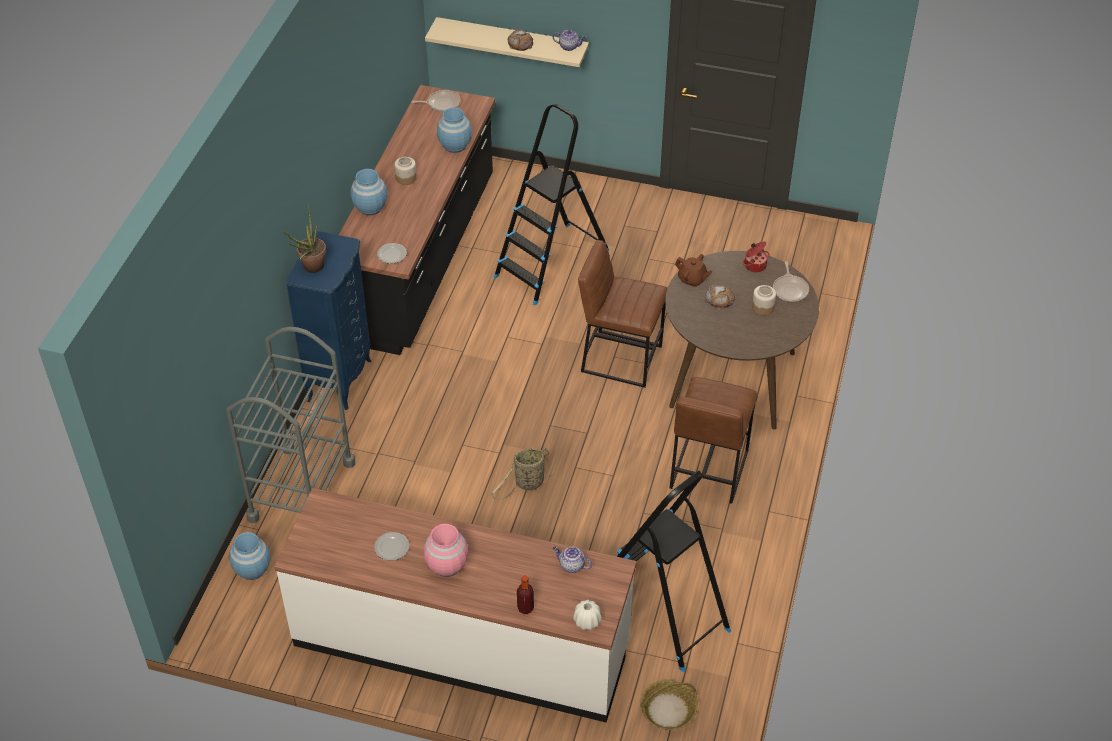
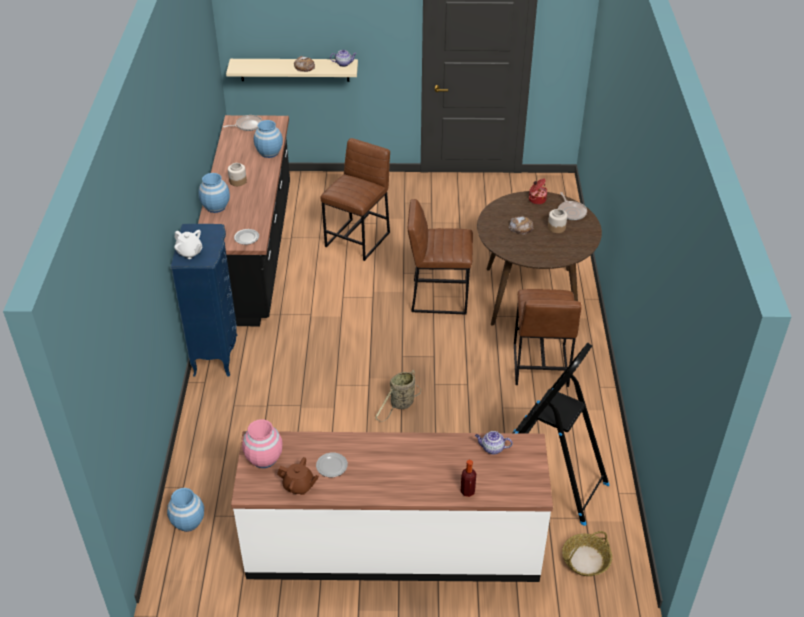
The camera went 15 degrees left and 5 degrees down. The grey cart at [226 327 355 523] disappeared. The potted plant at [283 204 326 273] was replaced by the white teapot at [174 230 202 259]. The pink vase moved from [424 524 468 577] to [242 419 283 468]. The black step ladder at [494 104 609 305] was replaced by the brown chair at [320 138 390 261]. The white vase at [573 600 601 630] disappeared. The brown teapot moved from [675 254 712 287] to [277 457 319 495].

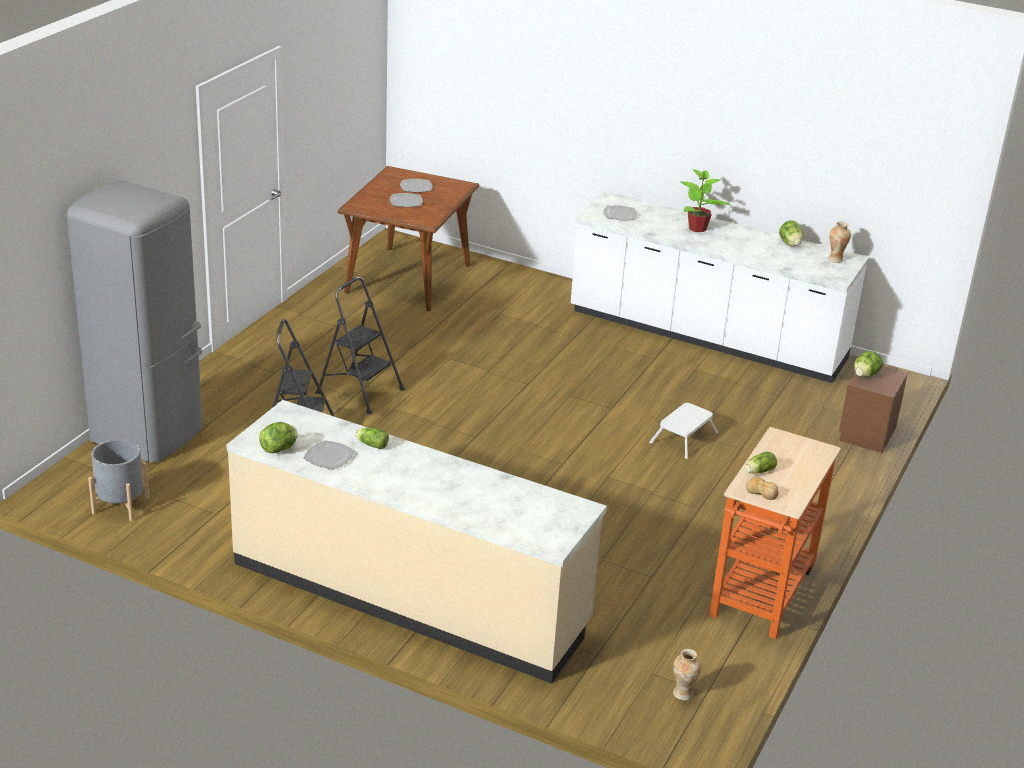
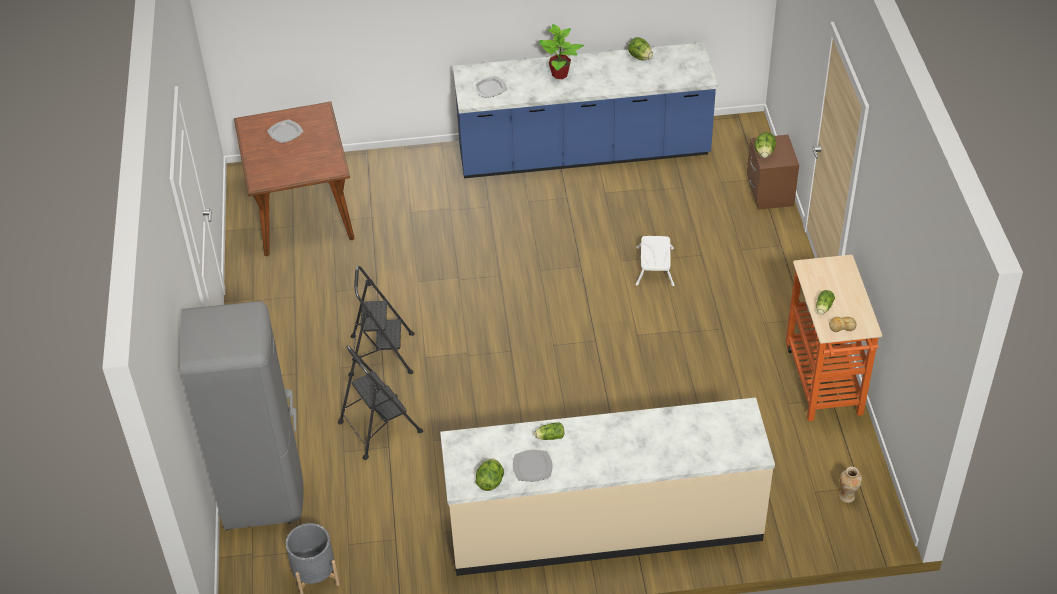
The camera went 30 degrees left and 15 degrees up. The plate at [390 193 423 207] disappeared. The white counter at [571 191 869 383] became the blue counter at [452 42 718 178]. The vase at [828 221 851 263] disappeared.

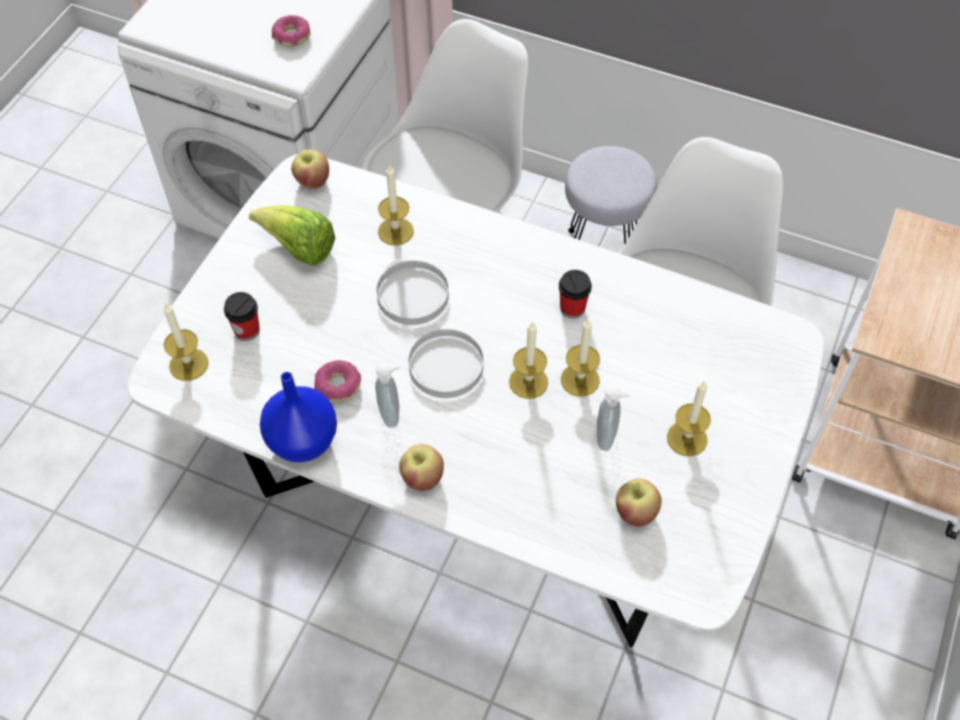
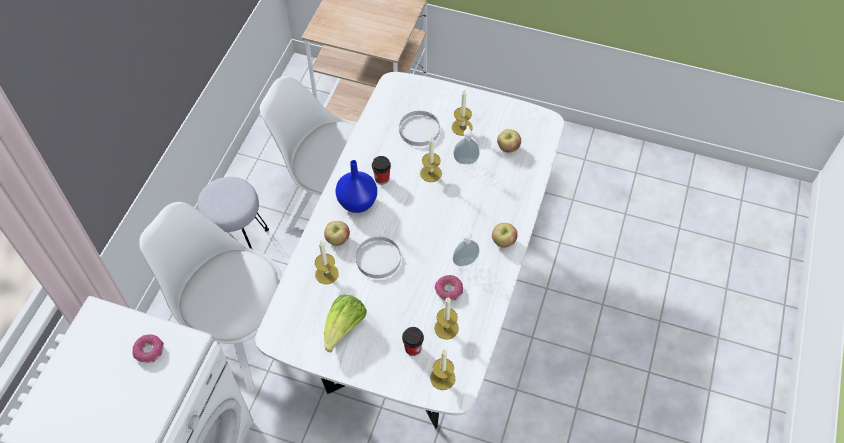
The camera went 95 degrees left and 0 degrees up. The blue vase moved from [260 372 337 462] to [336 160 377 213]. The apple moved from [291 149 329 189] to [324 221 350 246]. The white plate moved from [408 329 483 398] to [399 111 440 146]. The candle moved from [509 321 548 399] to [434 297 459 340].

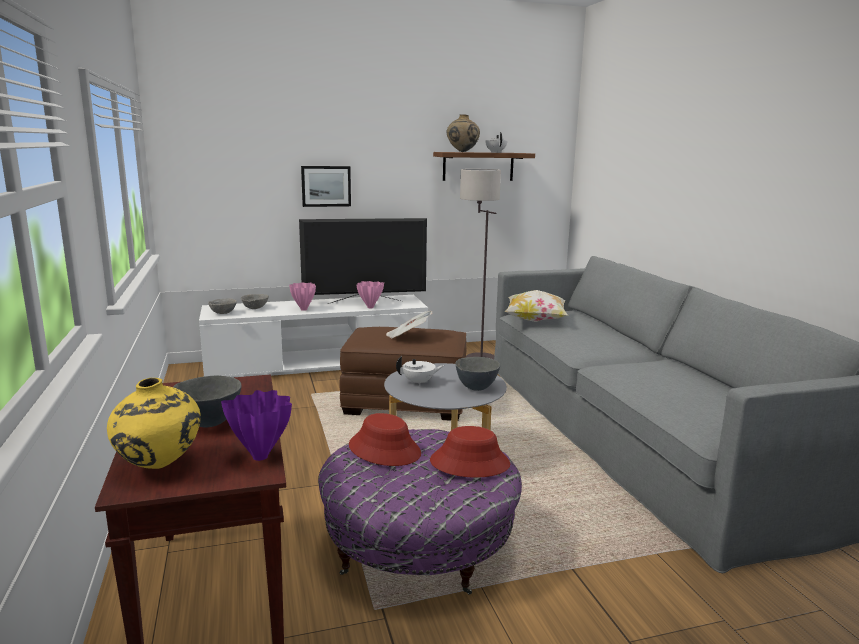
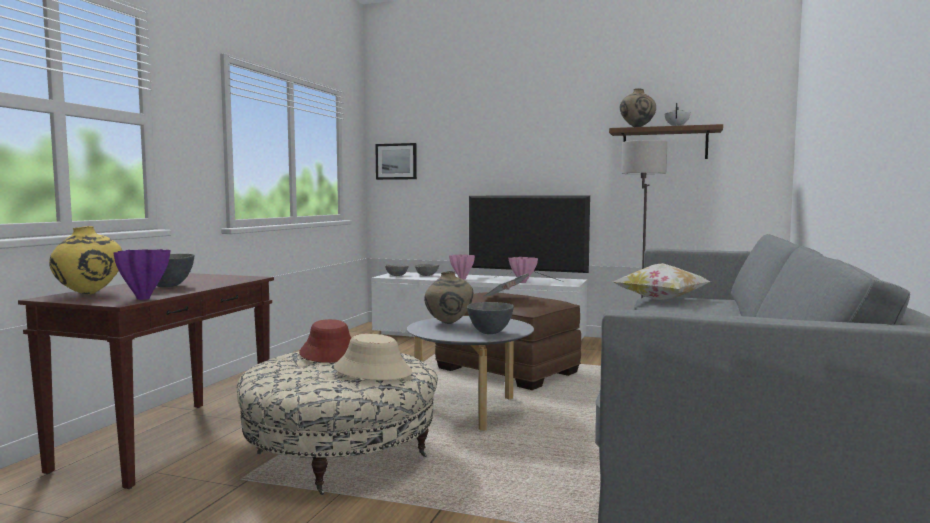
The camera went 35 degrees right and 10 degrees down. The picture moved from [301 166 351 207] to [375 143 417 180]. The purple ottoman at [318 429 522 595] became the beige ottoman at [237 351 438 495]. The white teapot at [396 356 444 386] was replaced by the beige vase at [424 271 473 324]. The red hat at [430 426 510 478] became the beige hat at [334 334 412 380].

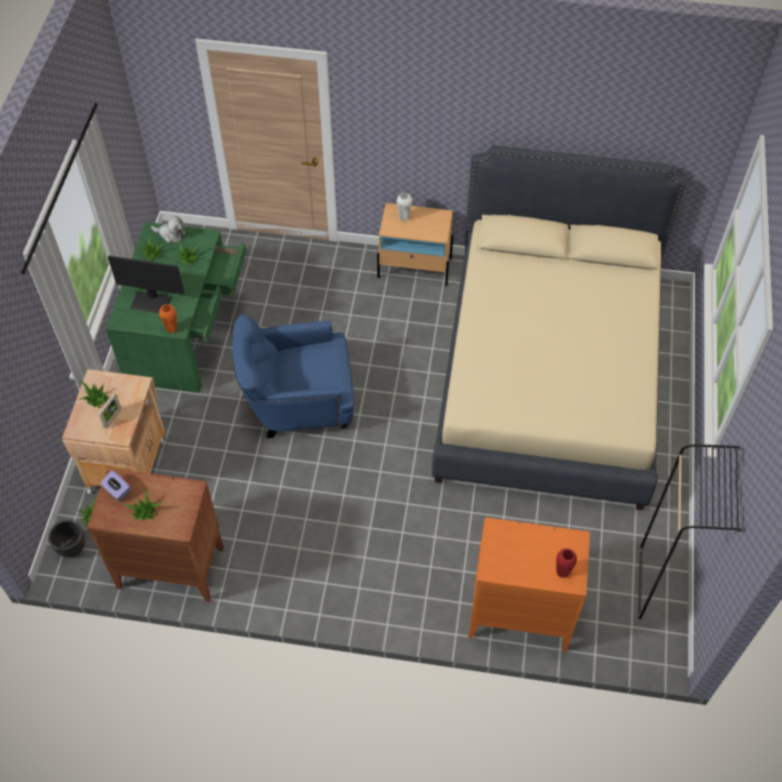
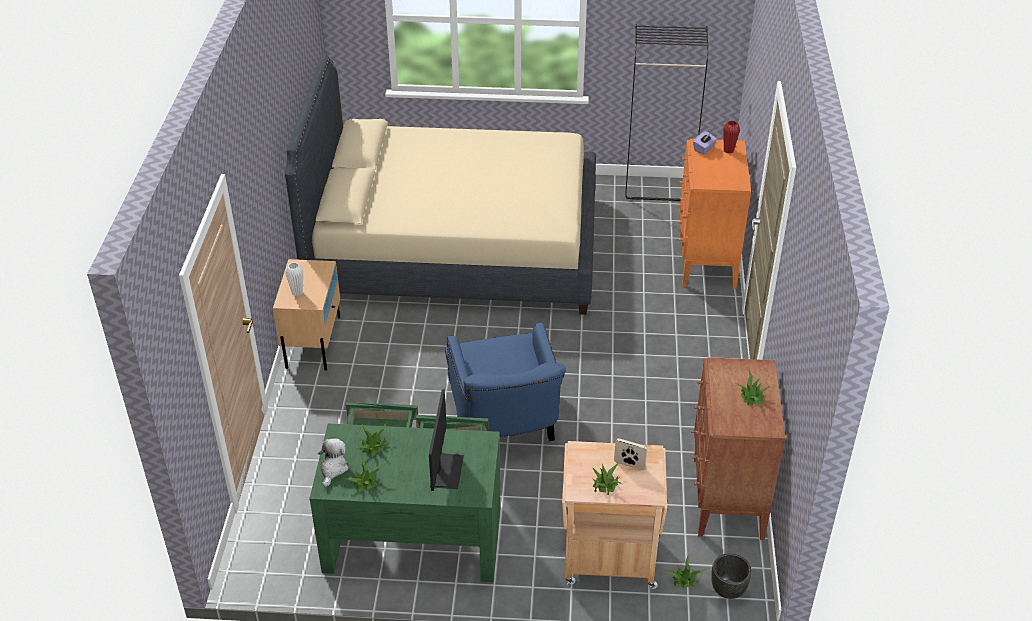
The camera went 95 degrees left and 15 degrees down. The purple tissue box moved from [100 470 130 501] to [693 131 717 154]. The orange vase at [159 304 177 333] disappeared.

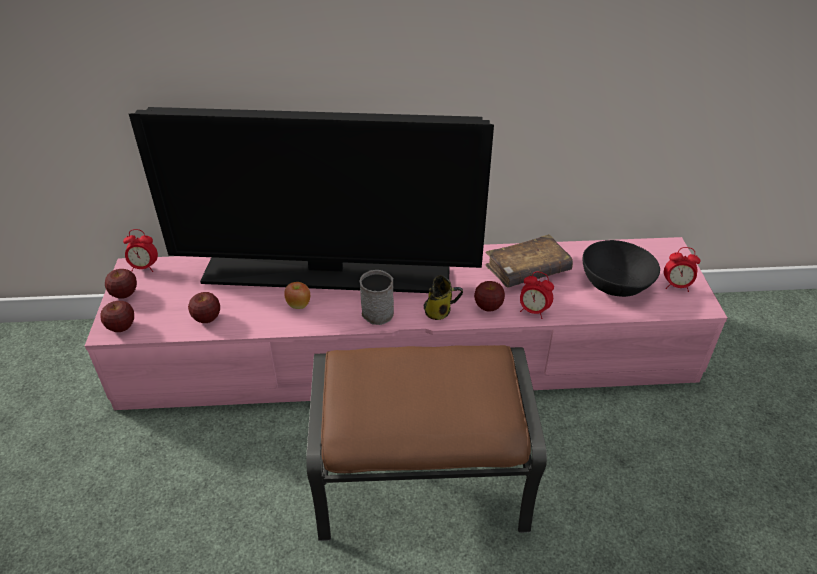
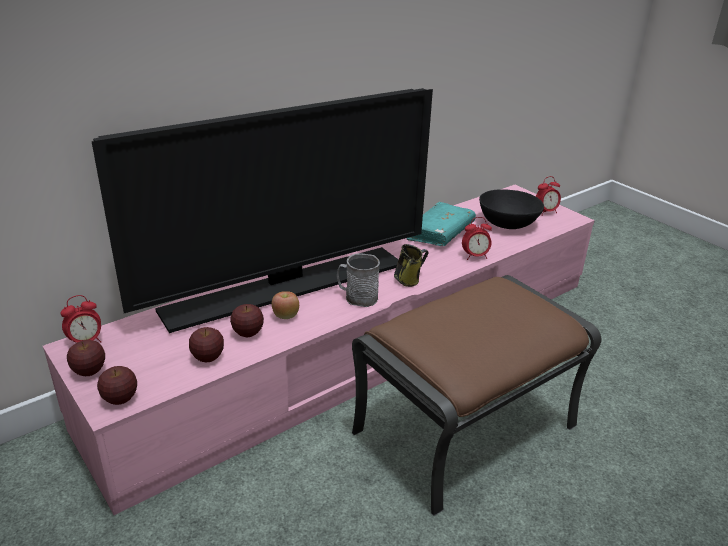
The camera went 35 degrees left and 10 degrees down. The apple moved from [474 281 505 312] to [230 304 264 337]. The brown book at [485 234 573 288] became the turquoise book at [407 202 476 246].

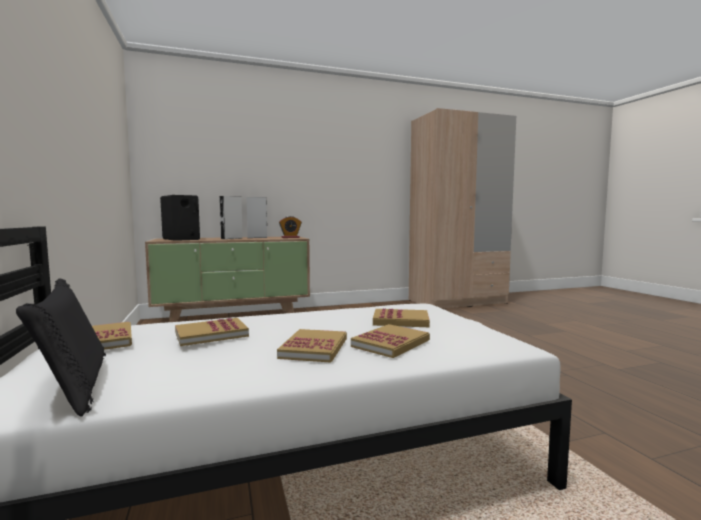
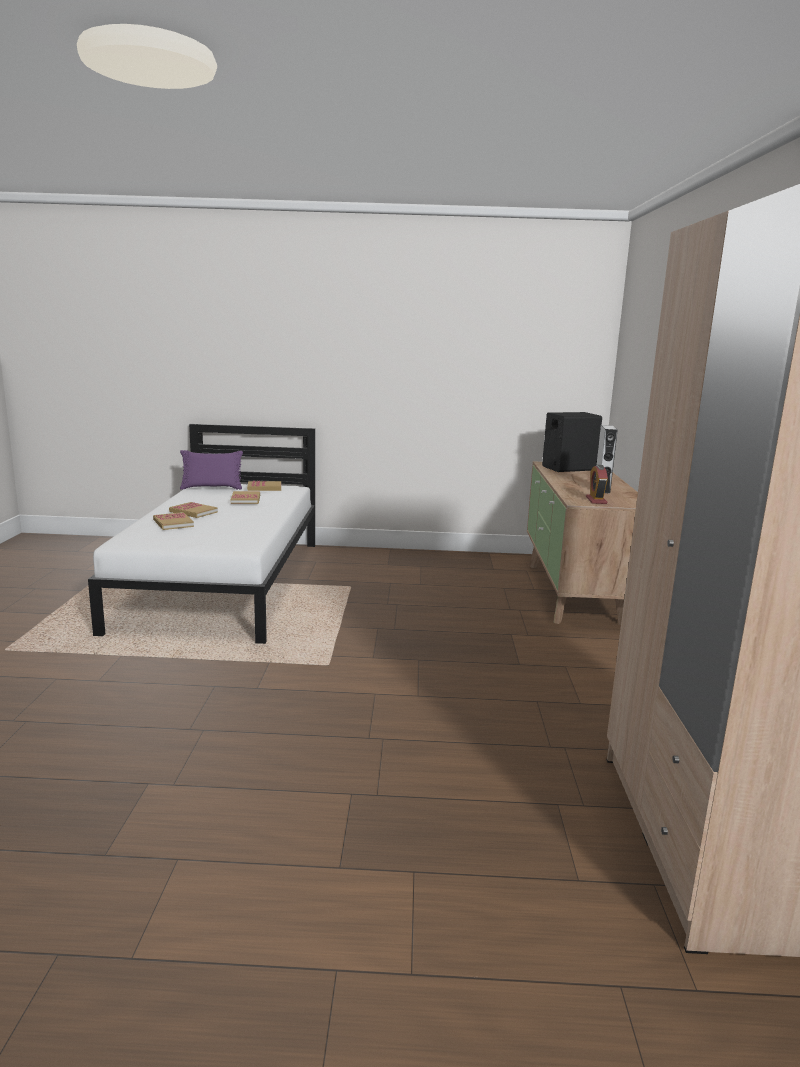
The camera went 110 degrees right and 10 degrees up. The black pillow at [16 279 106 417] became the purple pillow at [180 450 243 490]. The grey speaker at [219 196 243 239] disappeared. The book at [373 308 430 327] disappeared.

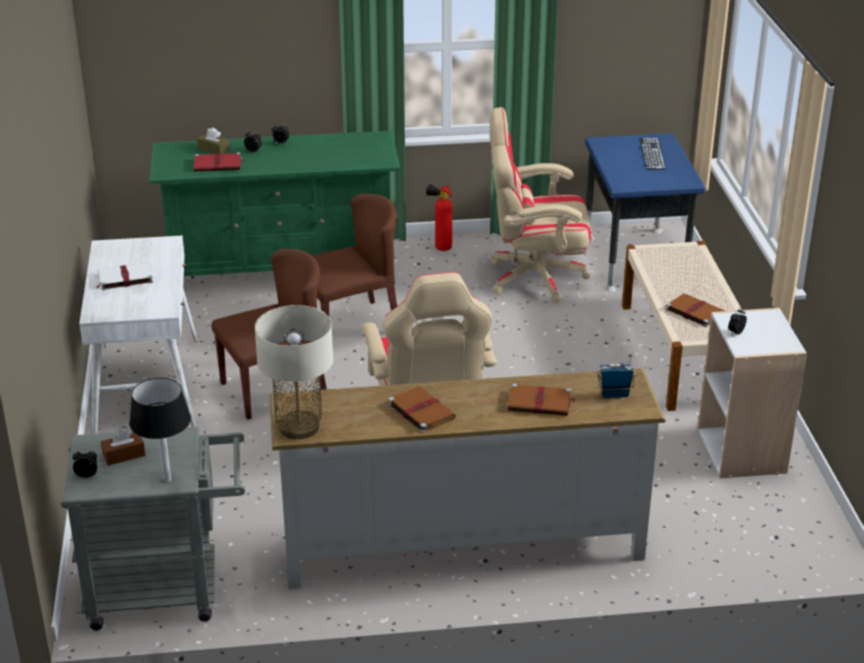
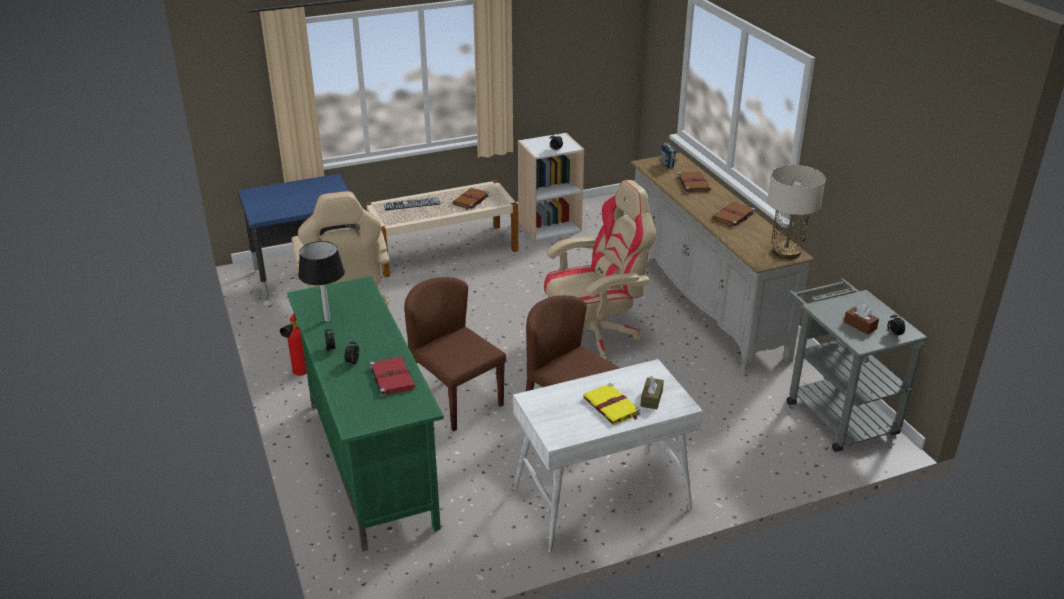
The camera went 105 degrees left and 0 degrees up. The white book at [97 262 153 290] became the yellow book at [583 383 640 425]. The black table lamp moved from [129 378 191 482] to [298 241 345 322]. The brown tissue box moved from [197 127 229 154] to [640 376 664 409]. The keyboard moved from [640 138 666 170] to [383 197 441 210].

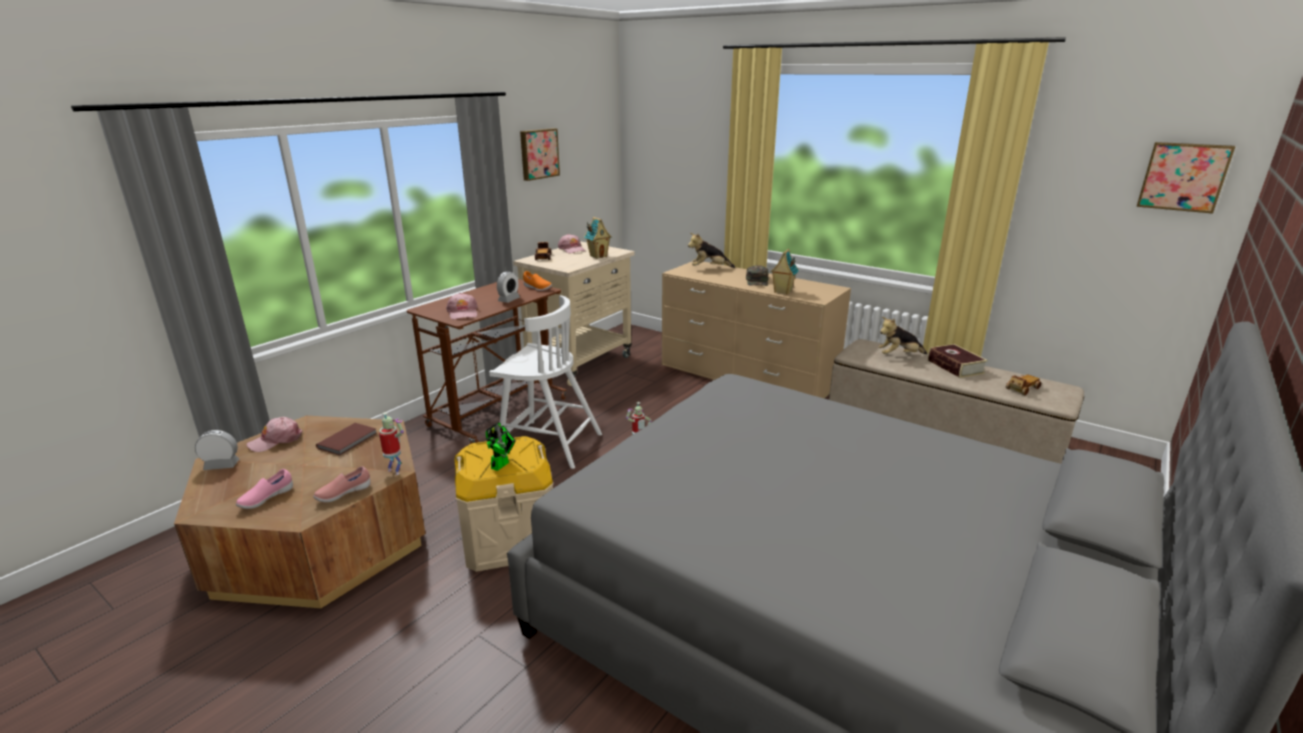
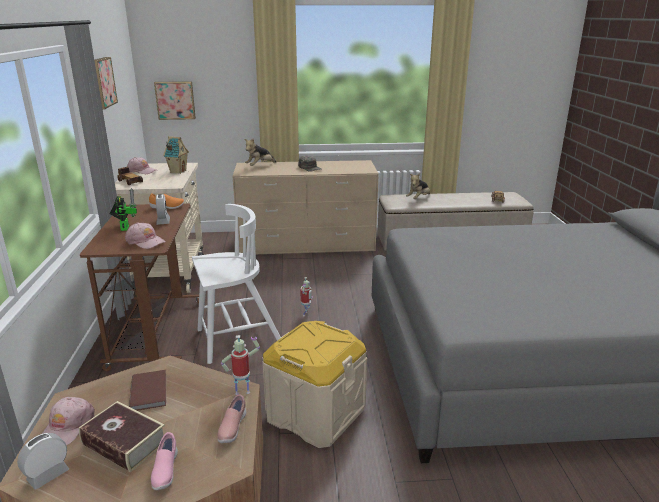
The camera went 40 degrees left and 0 degrees up. The toy robot moved from [486 422 516 471] to [110 188 137 231]. The toy house at [770 249 799 294] disappeared. The book moved from [928 344 988 378] to [79 401 165 472]. The picture moved from [1136 142 1236 214] to [154 81 196 120].

